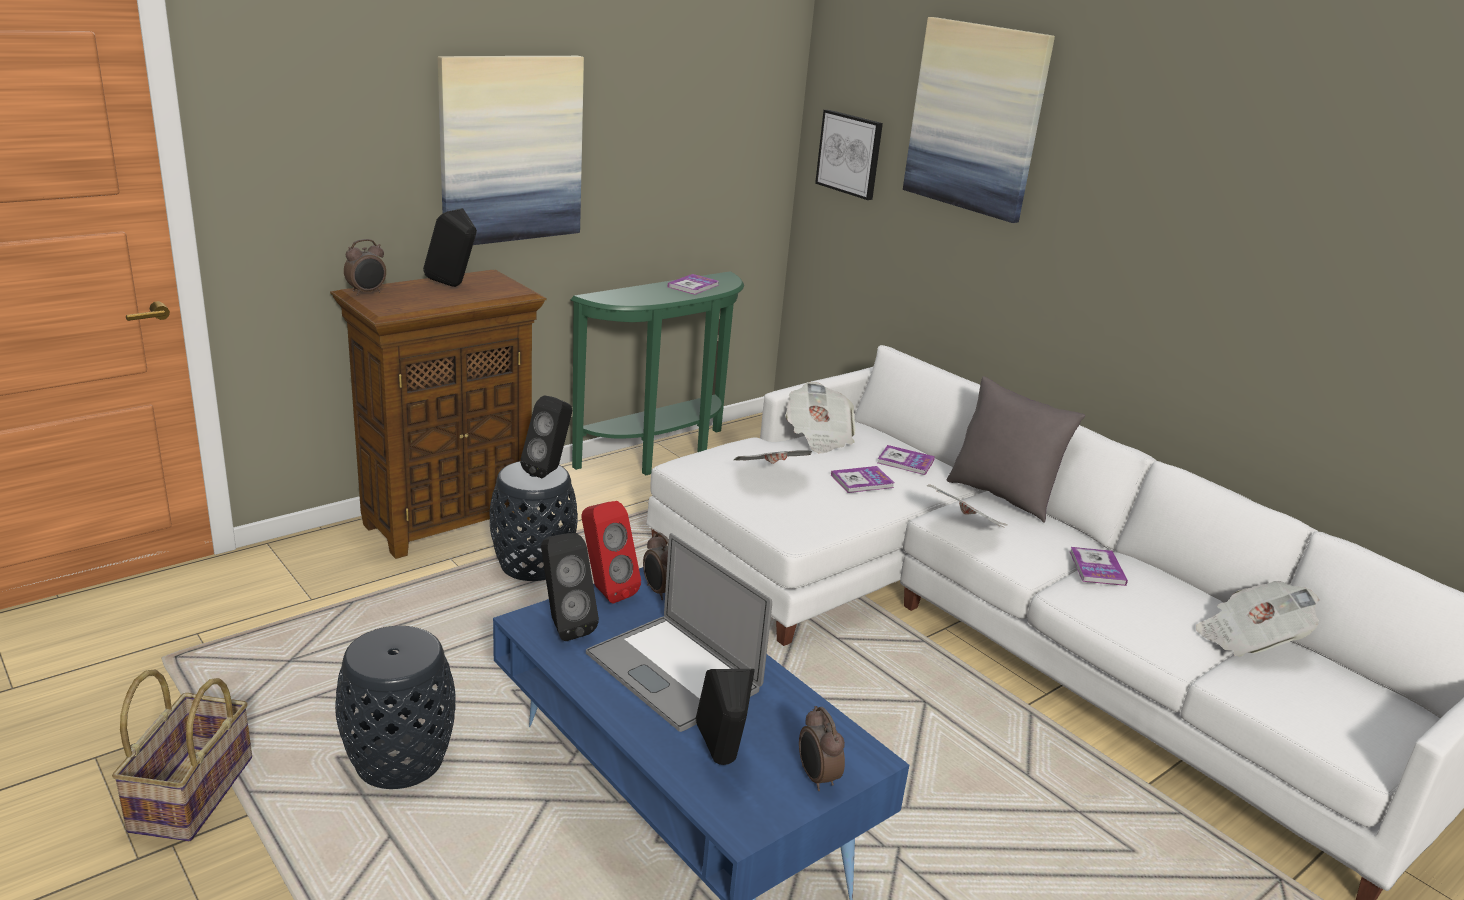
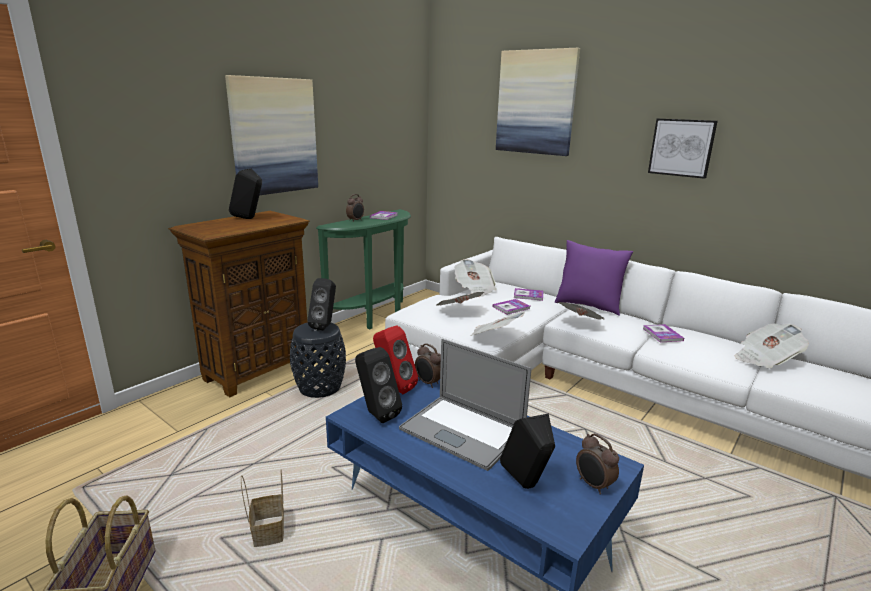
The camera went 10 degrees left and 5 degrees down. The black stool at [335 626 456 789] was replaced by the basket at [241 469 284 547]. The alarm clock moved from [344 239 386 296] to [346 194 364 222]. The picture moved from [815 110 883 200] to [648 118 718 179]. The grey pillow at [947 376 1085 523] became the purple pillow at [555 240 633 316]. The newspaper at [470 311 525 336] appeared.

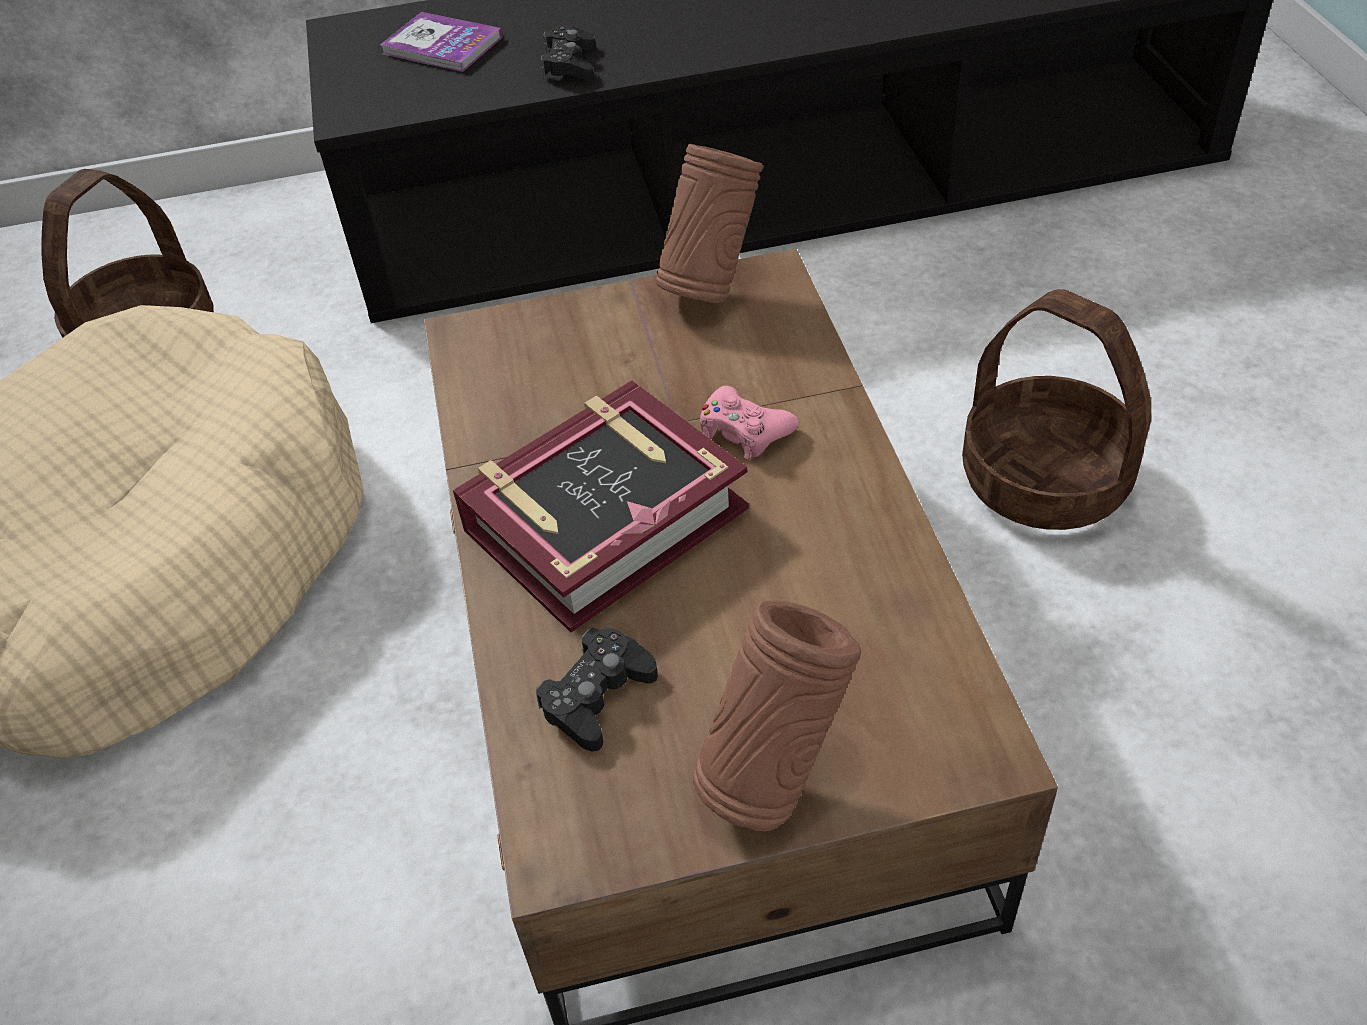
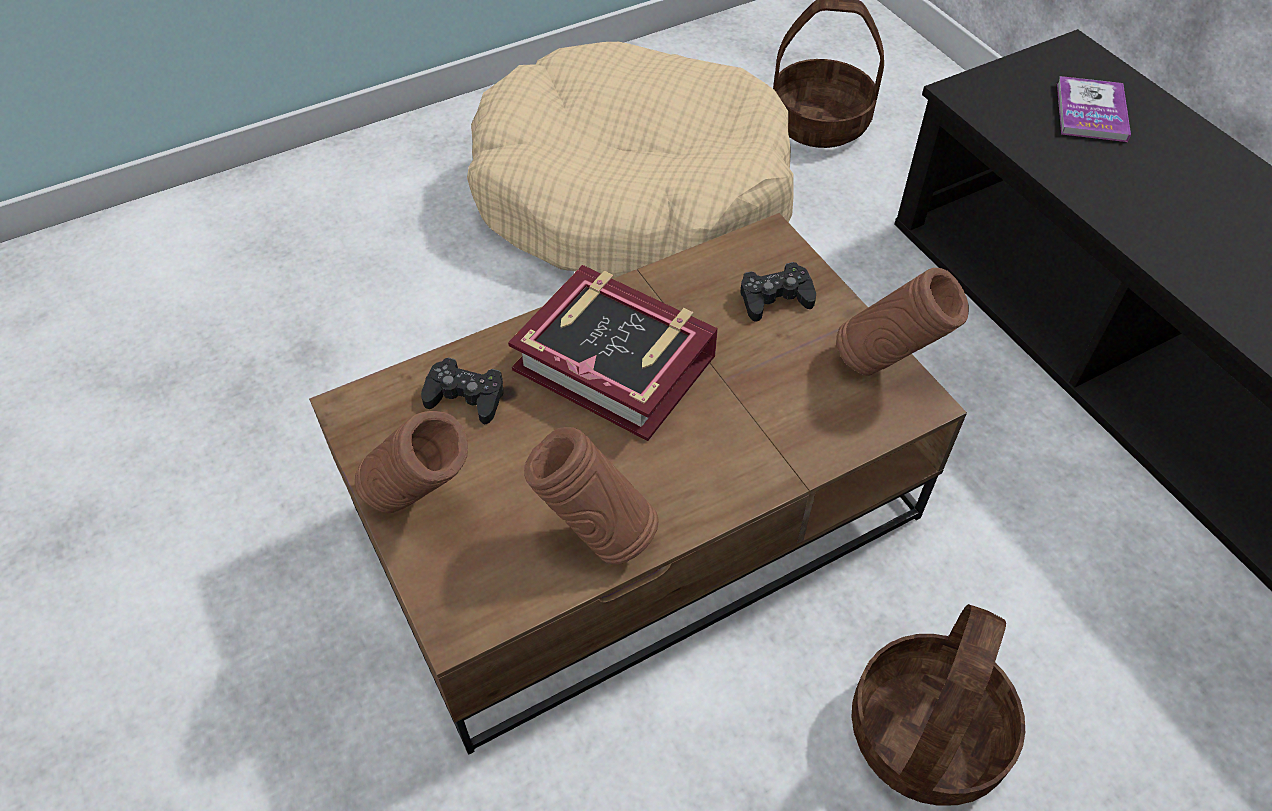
The camera went 70 degrees right and 5 degrees up. The black game controller moved from [541 26 596 81] to [741 262 816 322]. The pink game controller at [700 386 799 460] disappeared. The brown vase at [524 427 659 565] appeared.

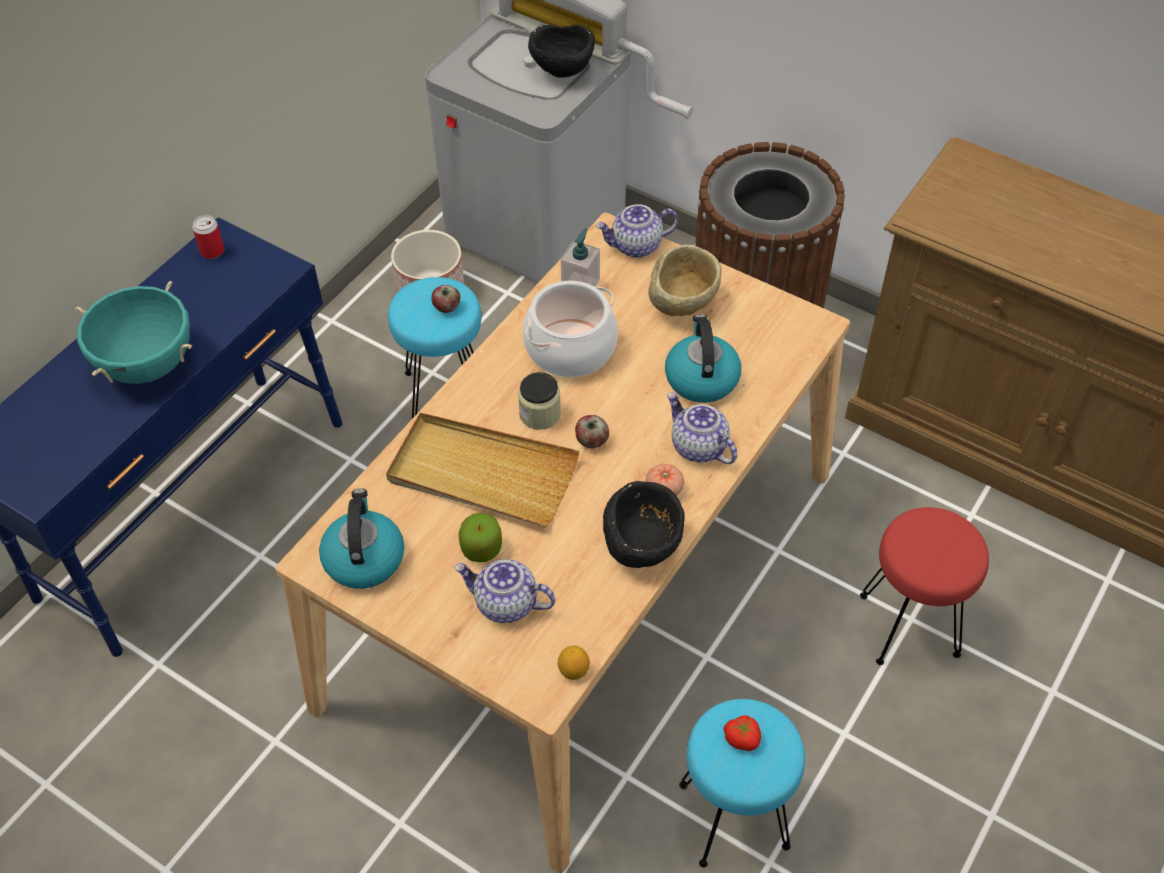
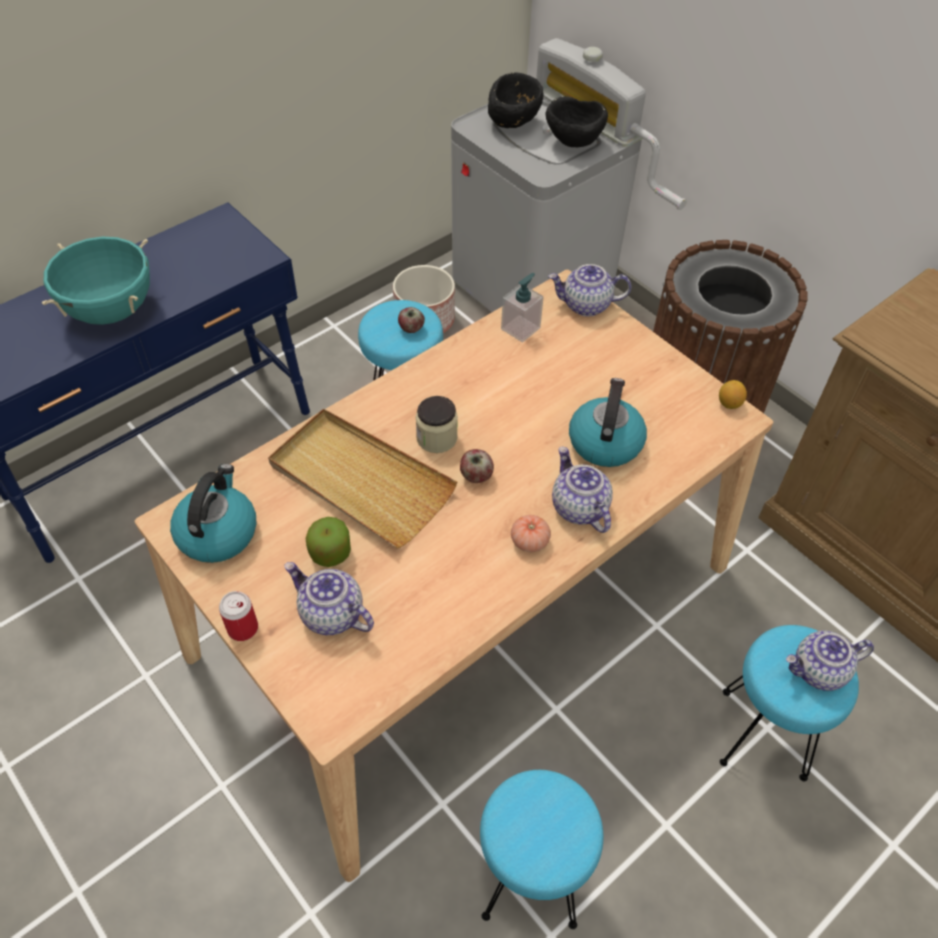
The camera went 15 degrees right and 0 degrees up. The can moved from [192 215 224 259] to [219 591 258 641]. The cooking pot at [523 281 618 377] disappeared. The lemon moved from [558 645 590 680] to [719 380 747 409]. The black bowl moved from [603 481 685 568] to [488 72 543 128]. The beige bowl at [648 244 721 316] disappeared. The tomato at [723 715 761 751] disappeared. The red stool at [860 507 989 665] became the turquoise stool at [720 625 859 782]. The teapot at [786 631 874 691] appeared.

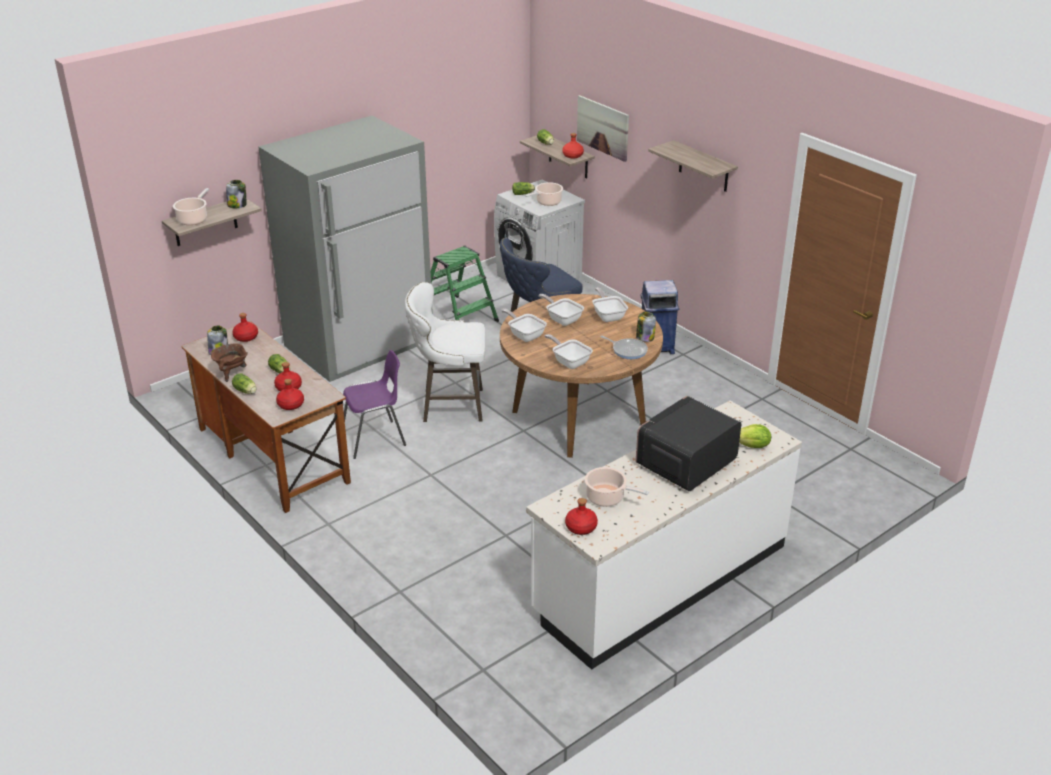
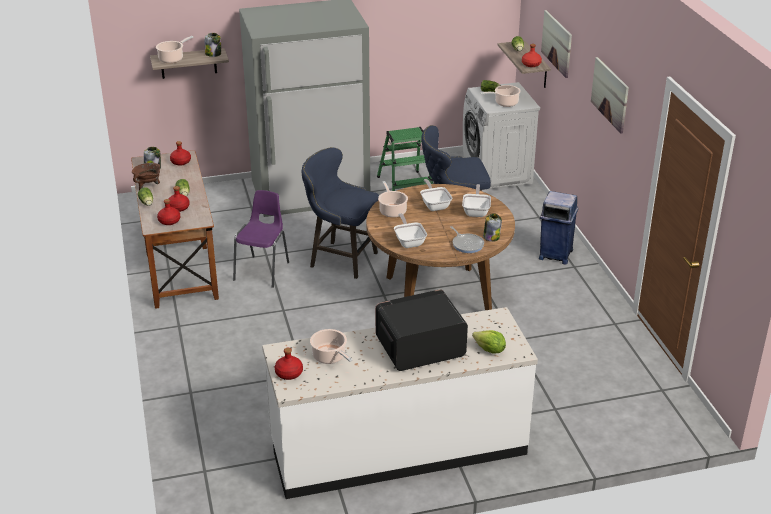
The camera went 25 degrees right and 0 degrees up. The purple chair at [343 350 406 459] turned 75 degrees counterclockwise. The white stool at [405 282 486 422] became the blue stool at [302 147 379 279]. The frying pan at [501 309 547 342] was replaced by the cooking pot at [378 181 408 218]. The shelf at [648 140 738 192] was replaced by the picture at [591 57 629 134].

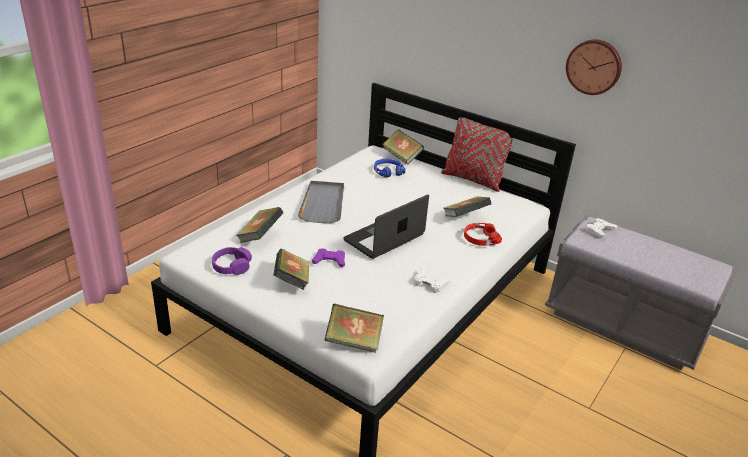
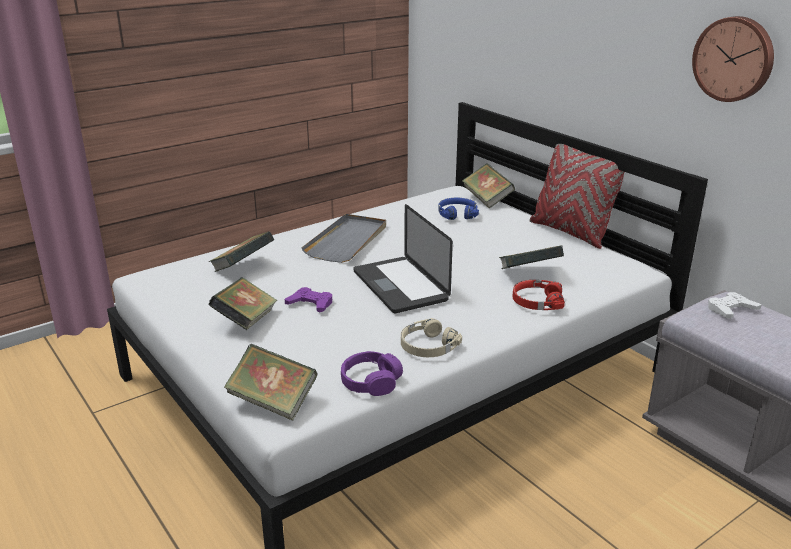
The camera went 20 degrees right and 5 degrees down. The purple headphones moved from [212 247 252 275] to [341 351 403 396]. The laptop at [344 195 429 259] turned 90 degrees counterclockwise. The white game controller at [414 267 450 293] was replaced by the beige headphones at [401 318 462 357].

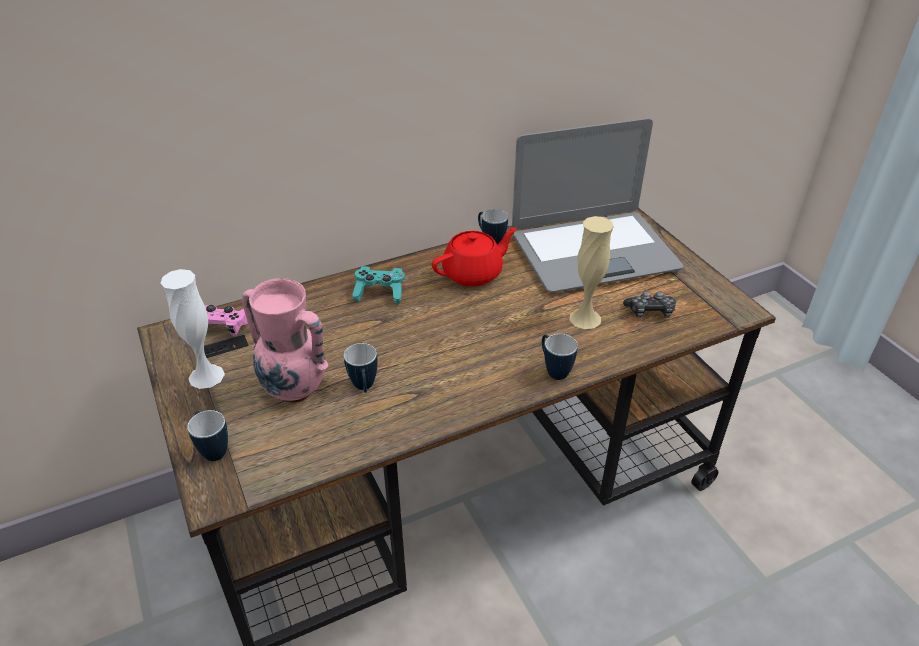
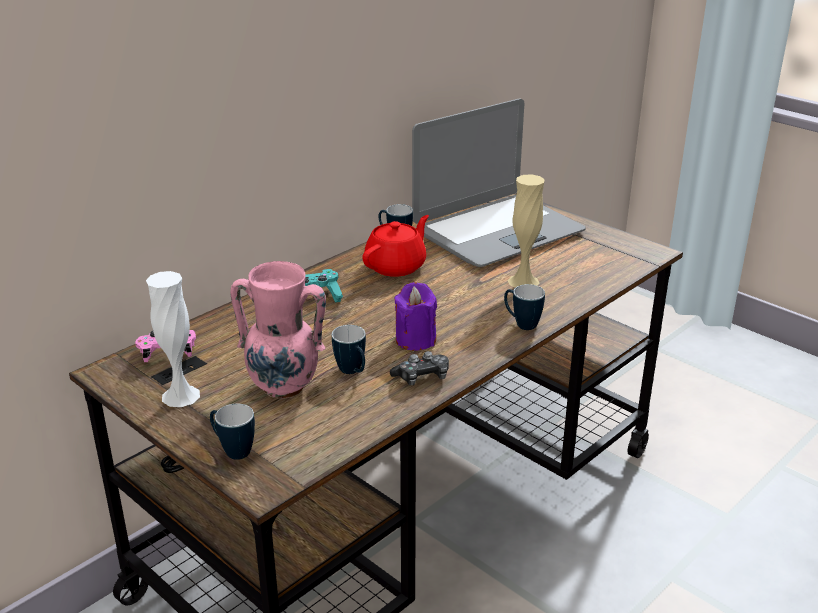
The camera went 20 degrees left and 10 degrees down. The game controller moved from [623 291 676 318] to [390 351 449 385]. The purple candle at [394 282 437 350] appeared.

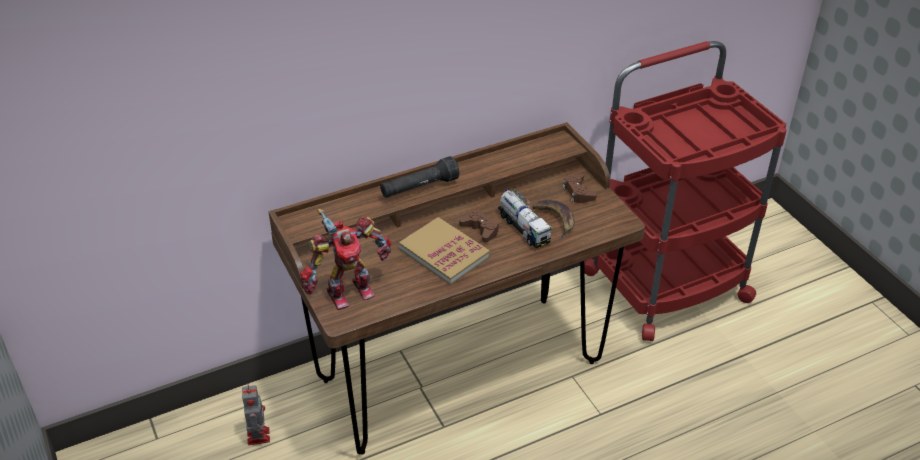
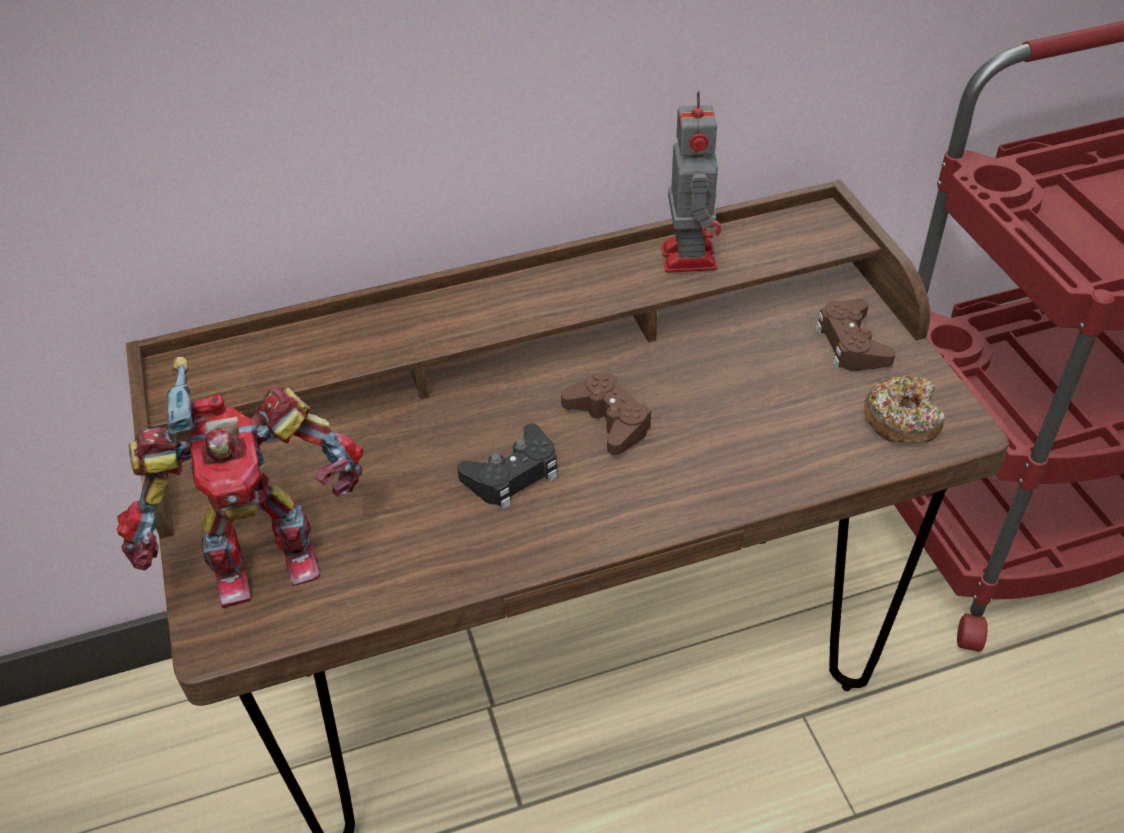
The camera went 10 degrees right and 5 degrees up. The toy robot moved from [242 385 270 445] to [661 91 721 273]. The black flashlight at [380 156 459 198] disappeared. The book at [399 217 491 285] was replaced by the black game controller at [457 424 558 509]. The toy truck at [498 188 552 248] disappeared. The banana at [532 200 575 240] disappeared. The donut at [864 376 945 443] appeared.

